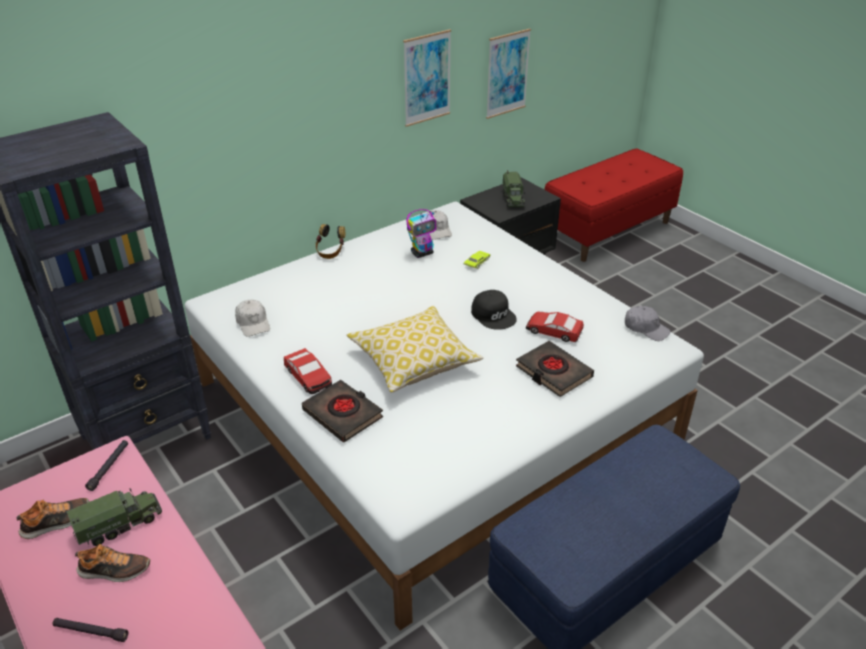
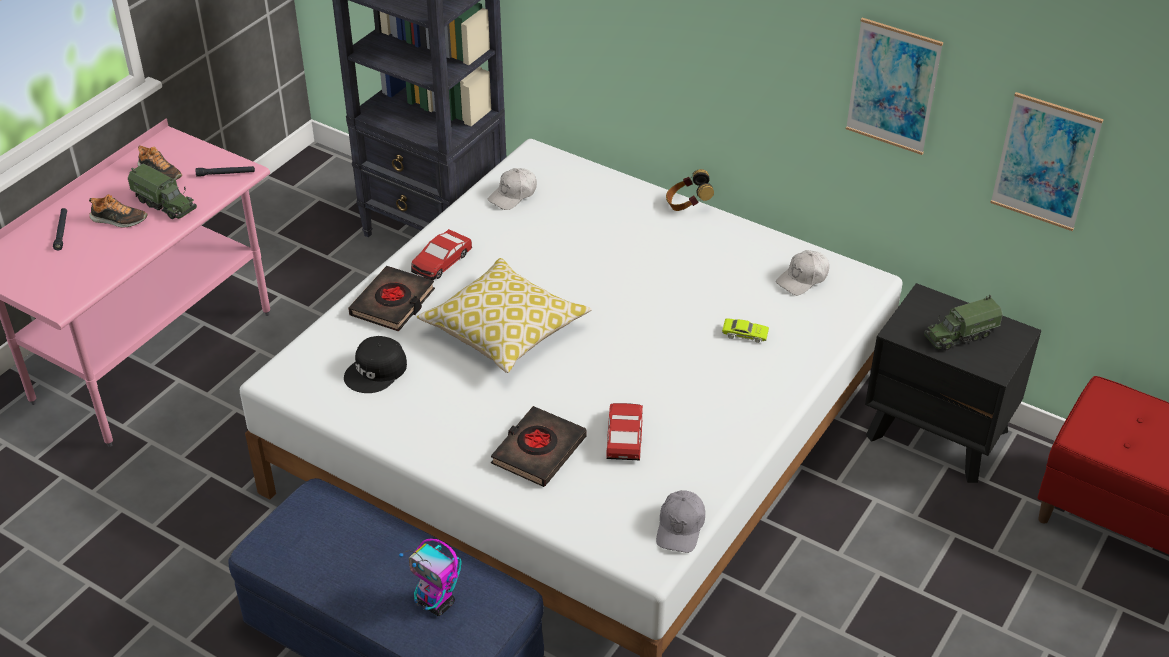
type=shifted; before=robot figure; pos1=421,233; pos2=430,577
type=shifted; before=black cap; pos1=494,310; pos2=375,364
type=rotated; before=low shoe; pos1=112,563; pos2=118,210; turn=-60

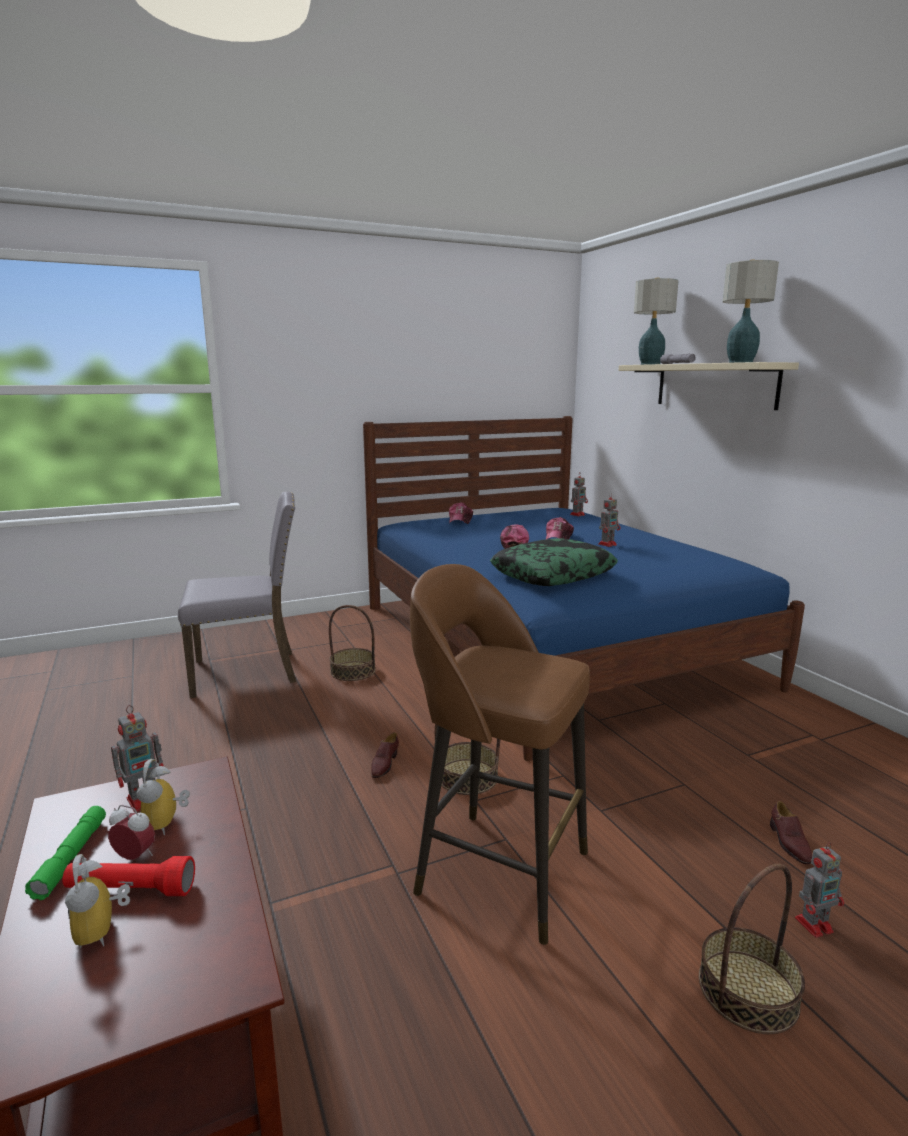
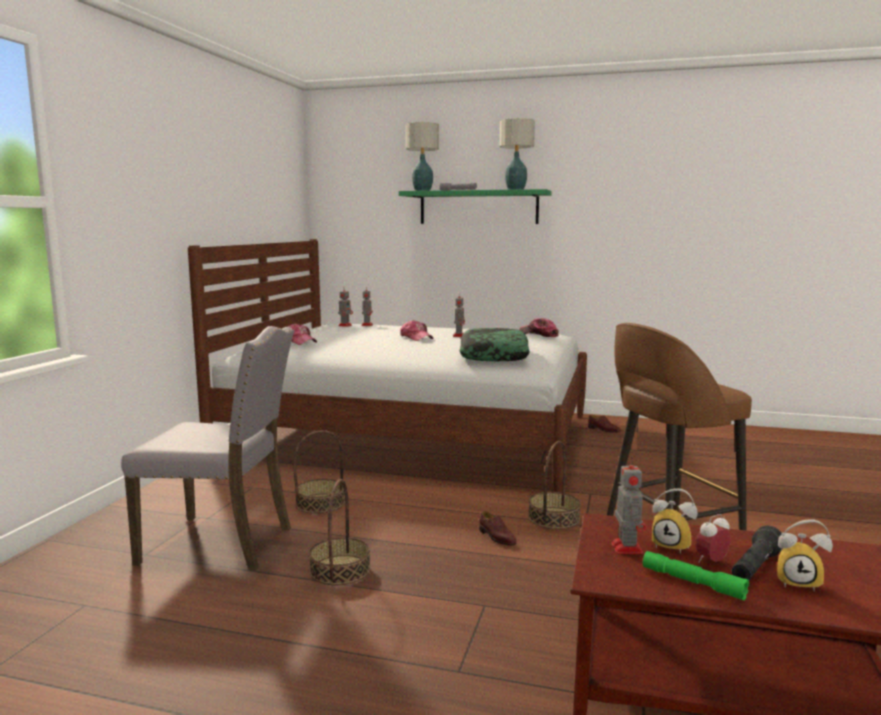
type=repainted; before=beige bracket shelf; after=green bracket shelf; pos1=709,386; pos2=475,206
type=repainted; before=bluish sleeping bed; after=white sleeping bed; pos1=584,588; pos2=387,366
type=rotated; before=gray plain chair; pos1=237,594; pos2=207,448; turn=75
type=shifted; before=cap; pos1=514,536; pos2=539,327
type=shifted; before=brown low shoe; pos1=791,833; pos2=604,424
type=shifted; before=robot figure; pos1=819,890; pos2=345,308
type=repainted; before=reddish torch; after=black torch; pos1=128,876; pos2=757,553
type=shifted; before=household basket; pos1=752,949; pos2=339,532

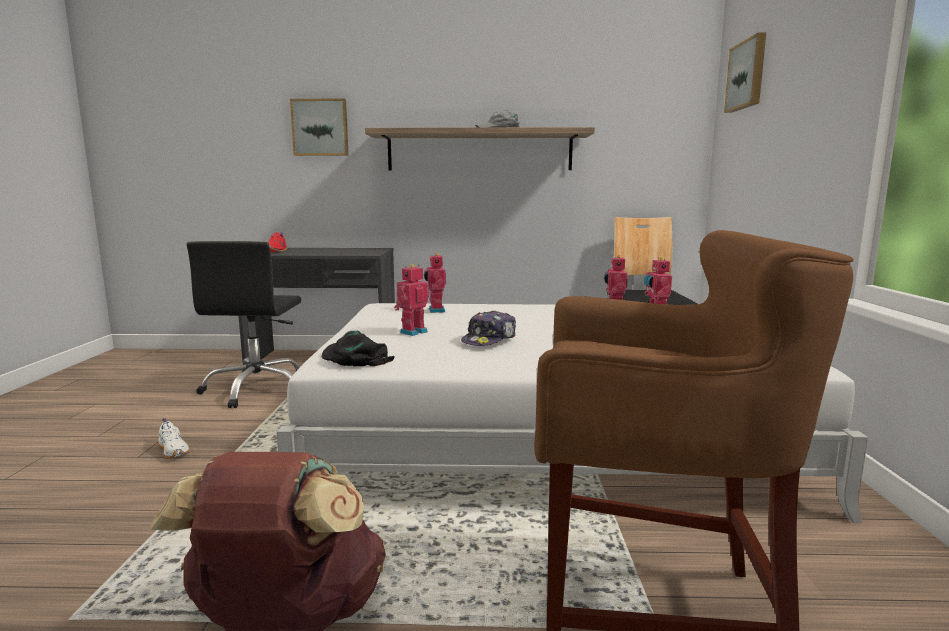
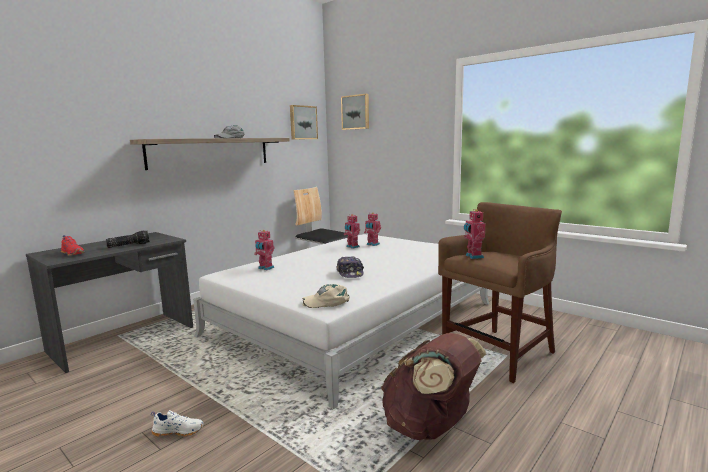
type=shifted; before=picture; pos1=319,127; pos2=304,122
type=gone; before=black computer chair; pos1=244,324
type=shifted; before=robot figure; pos1=412,300; pos2=474,234
type=repainted; before=black cap; after=beige cap; pos1=358,348; pos2=325,296
type=new; after=torch; pos2=128,239

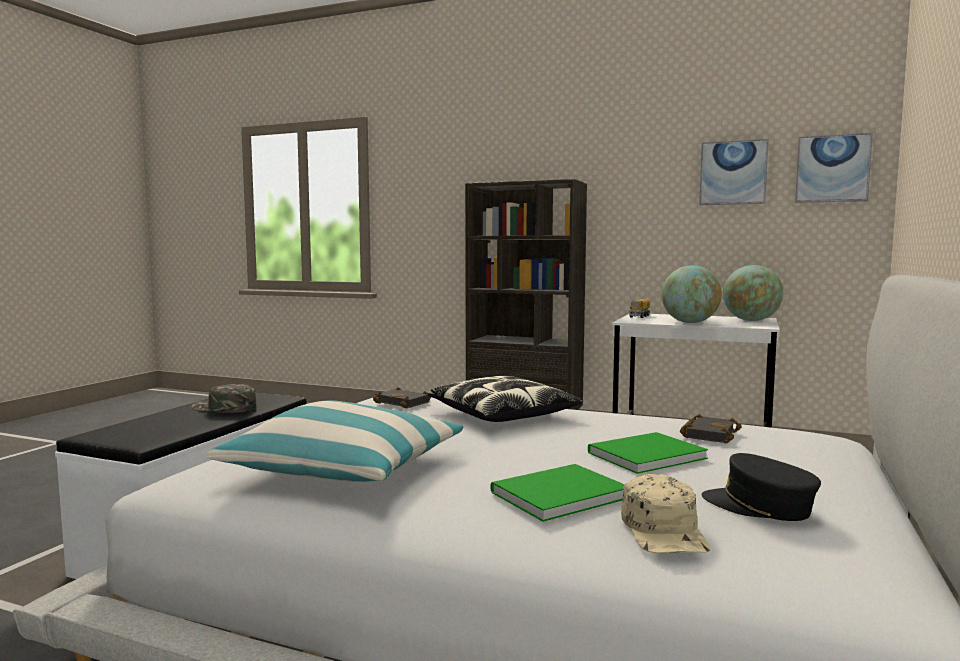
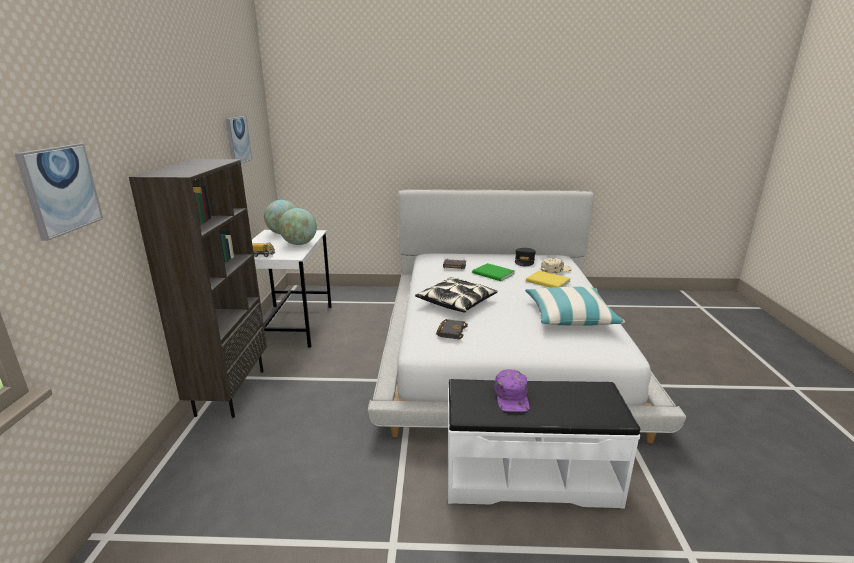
type=shifted; before=picture; pos1=834,168; pos2=59,192
type=repainted; before=green cap; after=purple-coloured cap; pos1=224,398; pos2=511,390
type=repainted; before=green bound book; after=yellow bound book; pos1=558,493; pos2=548,279

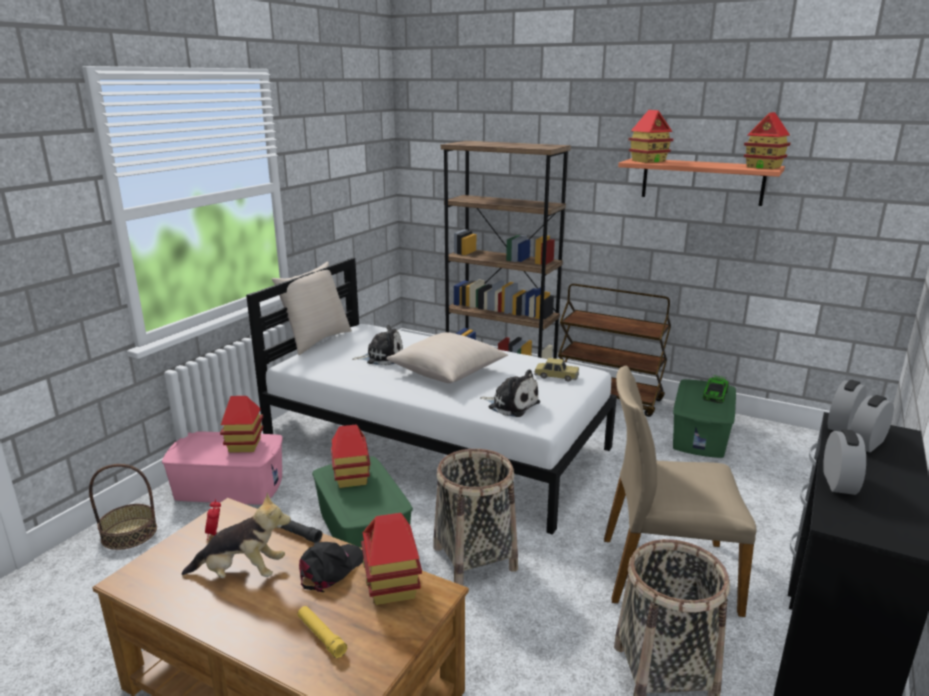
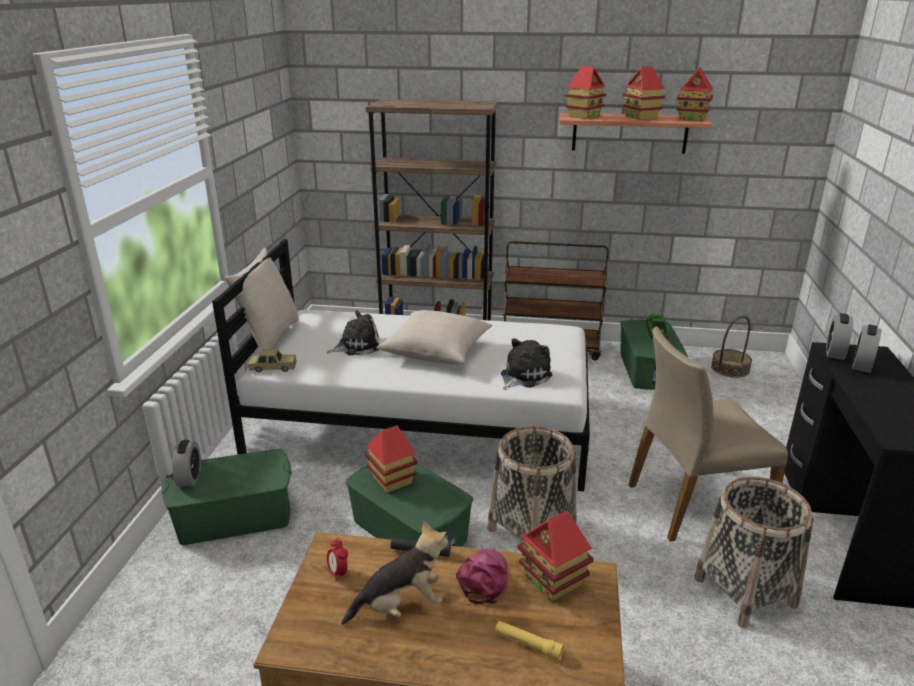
type=shifted; before=model car; pos1=556,370; pos2=272,360
type=rotated; before=soft toy; pos1=510,393; pos2=526,364; turn=-60
type=shifted; before=model house; pos1=241,424; pos2=643,93
type=shifted; before=bedside clock; pos1=844,462; pos2=186,463
type=repainted; before=pink-coloured storage container; after=green storage container; pos1=222,468; pos2=226,497
type=shifted; before=household basket; pos1=123,507; pos2=731,347
type=repainted; before=black cap; after=pink-coloured cap; pos1=331,567; pos2=482,577

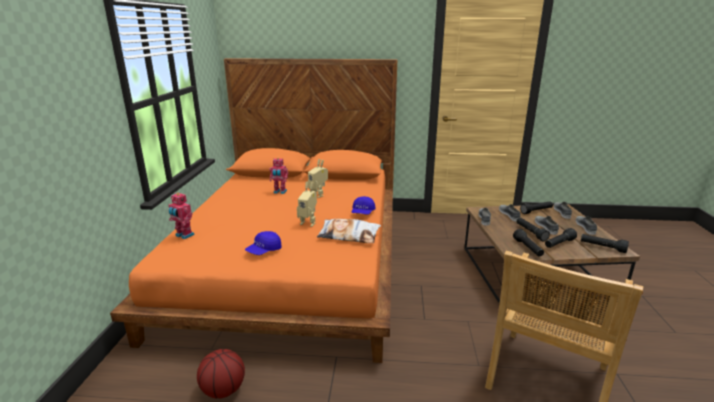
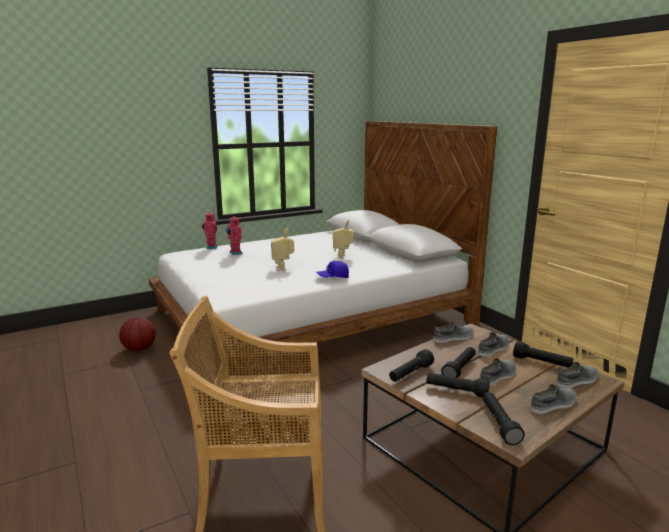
type=repainted; before=orangey sleeping bed; after=white sleeping bed; pos1=253,210; pos2=323,241
type=shifted; before=robot figure; pos1=279,176; pos2=234,235
type=gone; before=pillow; pos1=349,231
type=gone; before=bluish cap; pos1=263,243

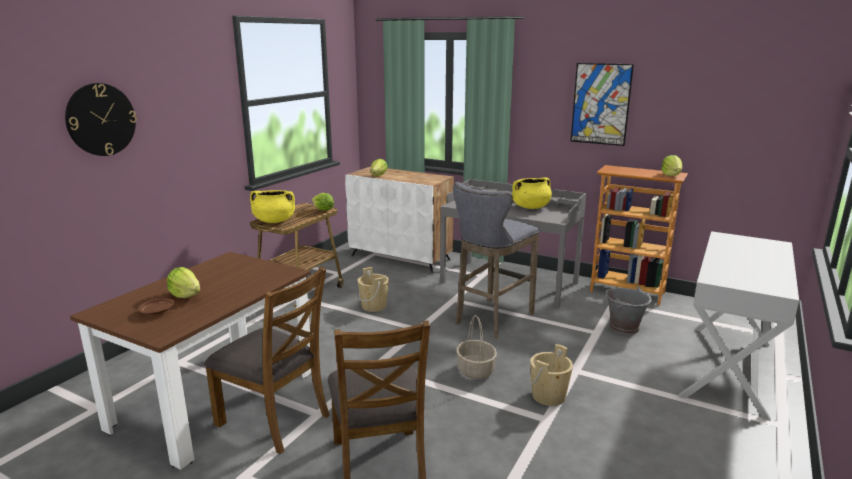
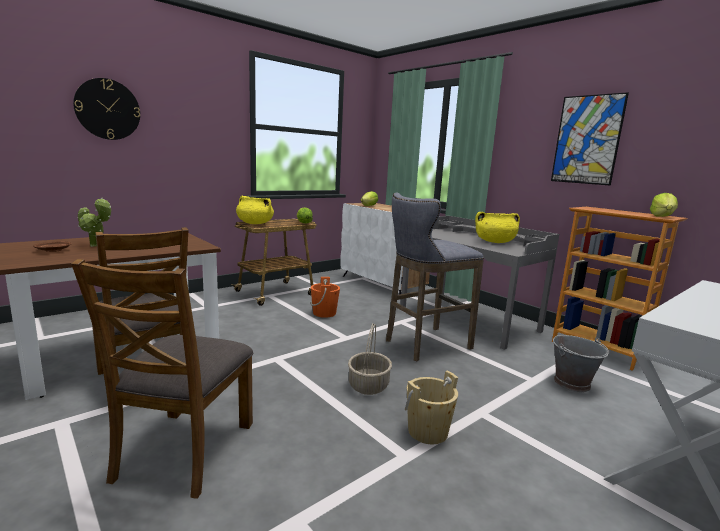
type=swapped; before=lettuce head; after=potted plant; pos1=184,282; pos2=94,222
type=repainted; before=beige bucket; after=orangey bucket; pos1=373,289; pos2=325,297

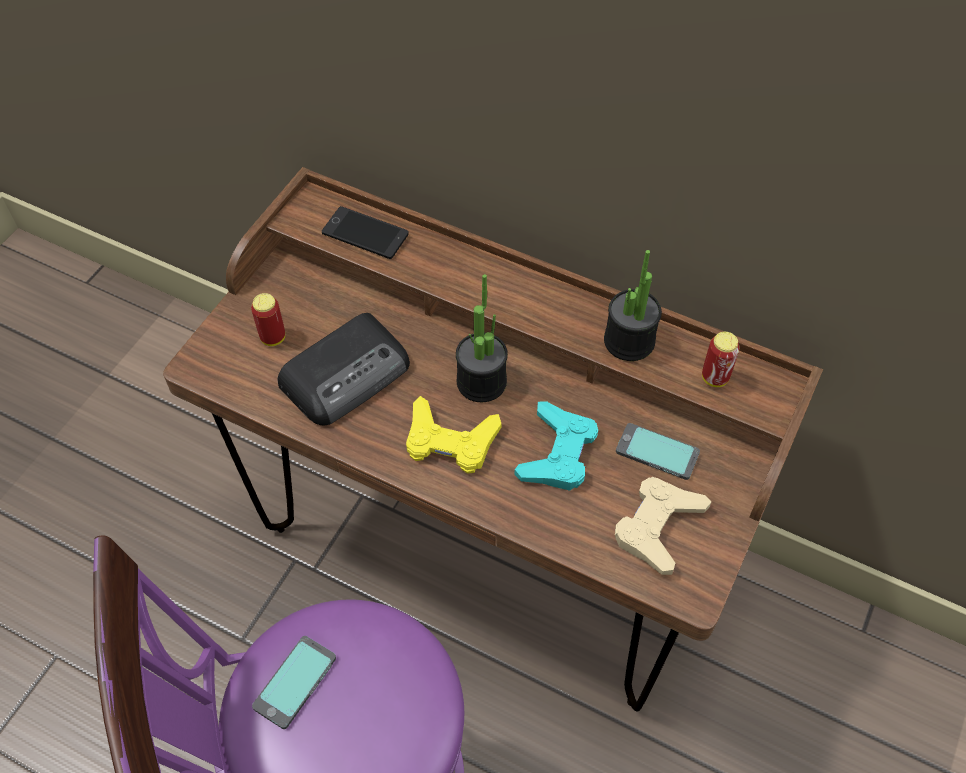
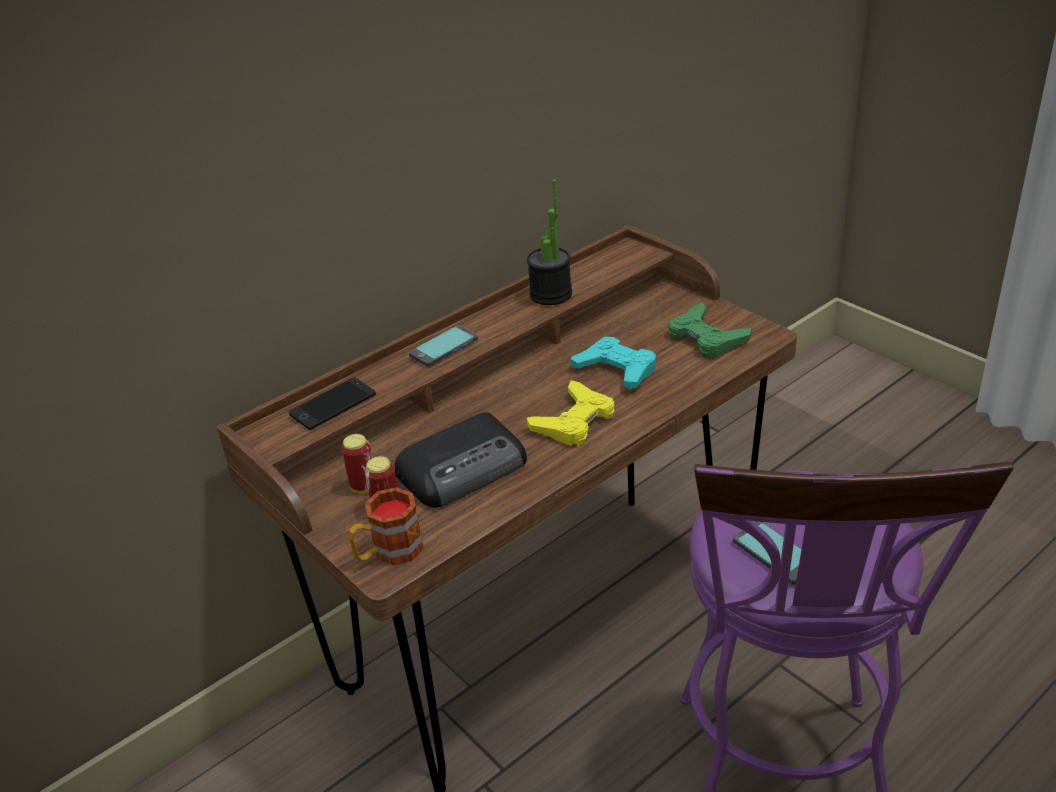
type=gone; before=potted plant; pos1=482,338
type=rotated; before=radio receiver; pos1=343,369; pos2=460,460; turn=75
type=shifted; before=metal can; pos1=721,359; pos2=357,463
type=shifted; before=phone; pos1=658,451; pos2=443,346
type=repainted; before=beige joypad; after=green joypad; pos1=663,526; pos2=710,330
type=new; after=tea mug; pos2=386,526

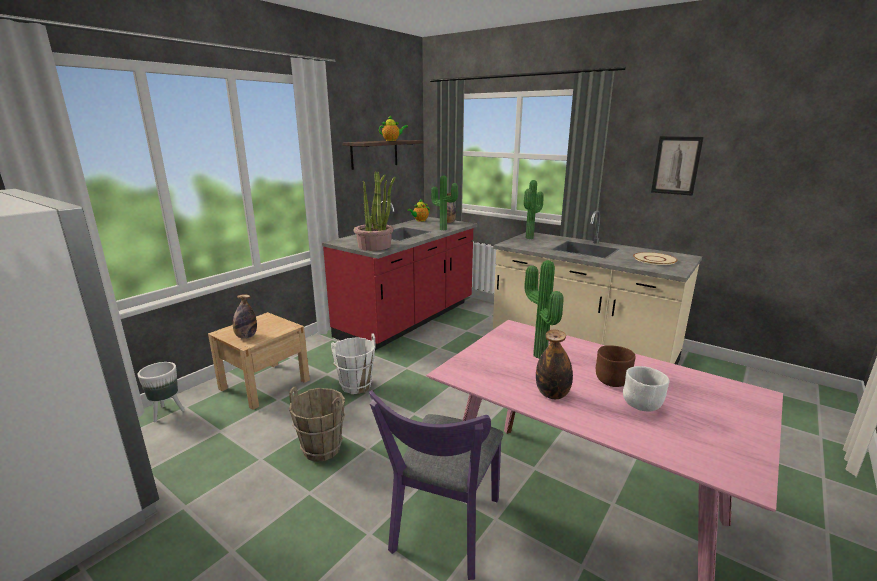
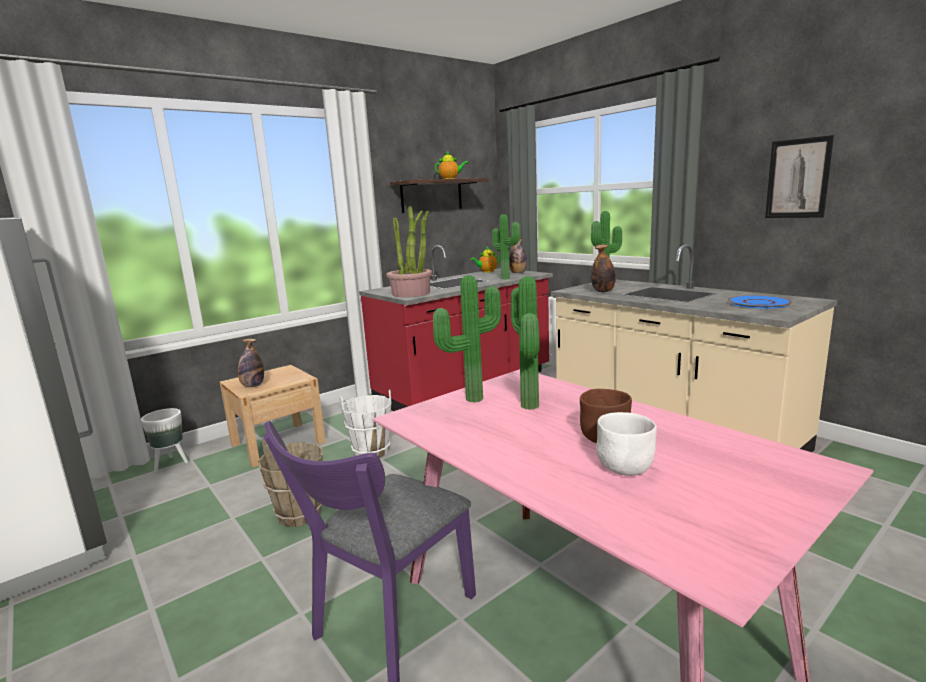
type=repainted; before=beige dinner plate; after=bluish dinner plate; pos1=655,258; pos2=760,302
type=shifted; before=drink bottle; pos1=554,364; pos2=603,268
type=new; after=potted plant; pos2=467,338

